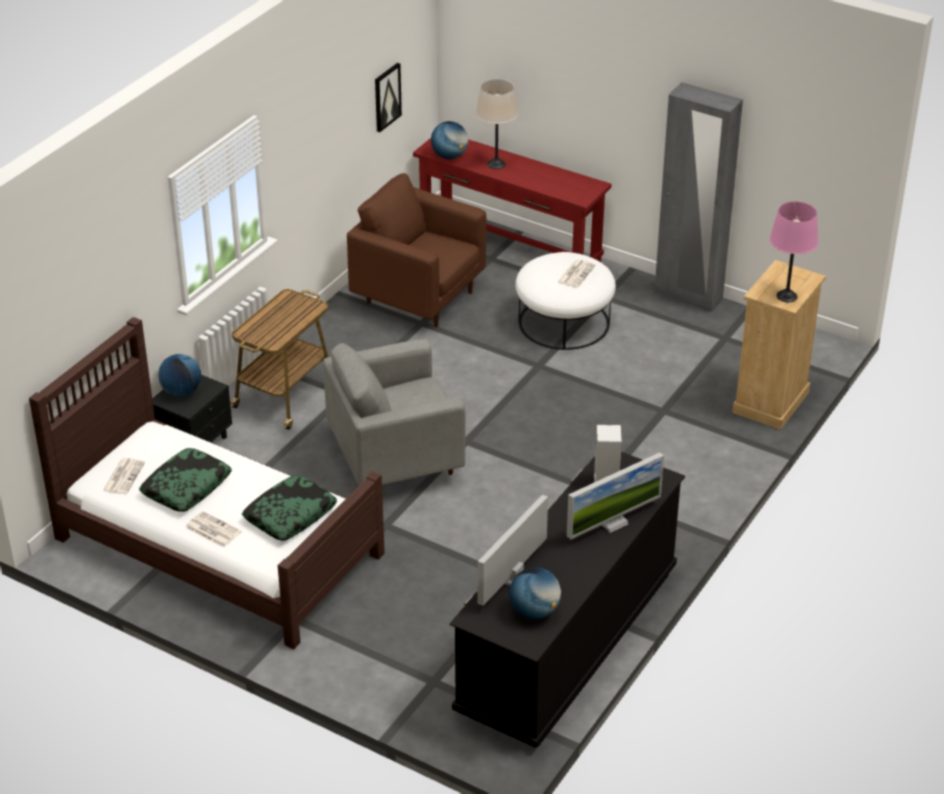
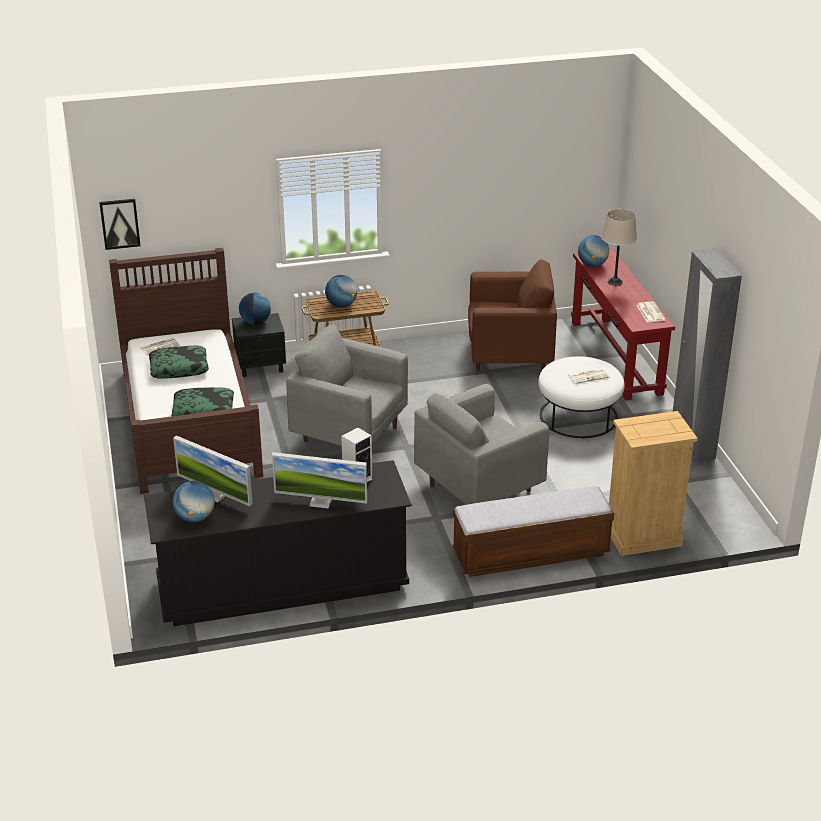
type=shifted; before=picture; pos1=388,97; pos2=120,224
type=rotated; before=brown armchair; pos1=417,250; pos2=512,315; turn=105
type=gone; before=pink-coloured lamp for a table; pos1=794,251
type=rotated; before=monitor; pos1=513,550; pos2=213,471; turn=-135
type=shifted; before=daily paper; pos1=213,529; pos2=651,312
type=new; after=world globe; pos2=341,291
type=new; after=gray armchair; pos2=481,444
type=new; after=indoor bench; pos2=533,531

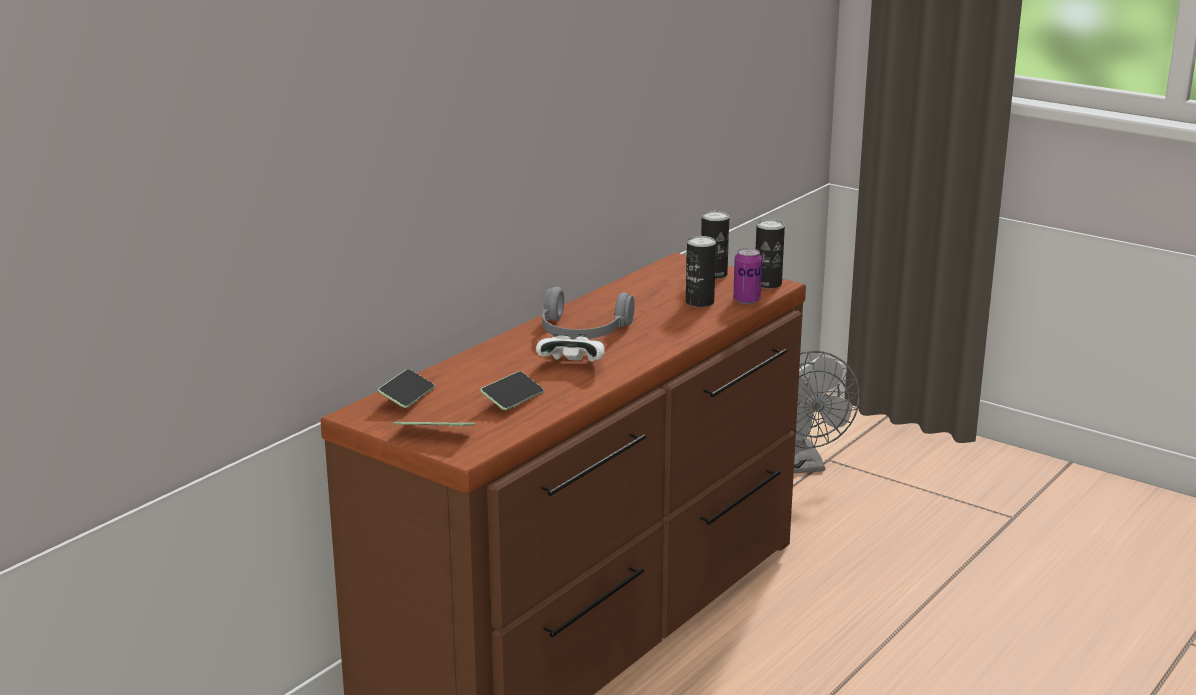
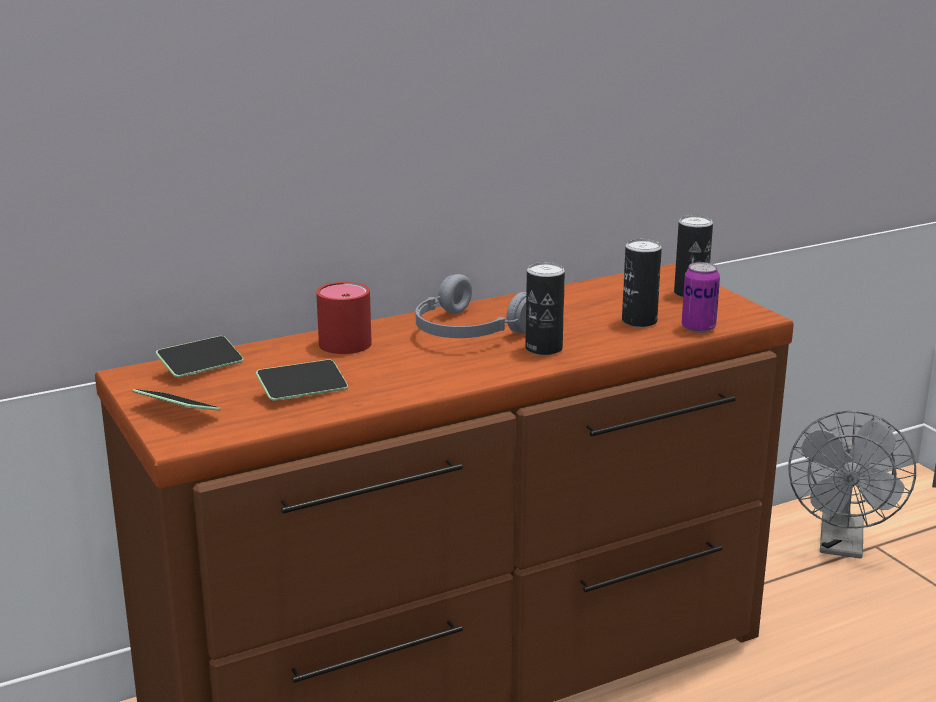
type=shifted; before=metal can; pos1=770,254; pos2=545,308
type=gone; before=white joypad; pos1=570,348
type=new; after=reddish tea mug; pos2=344,318

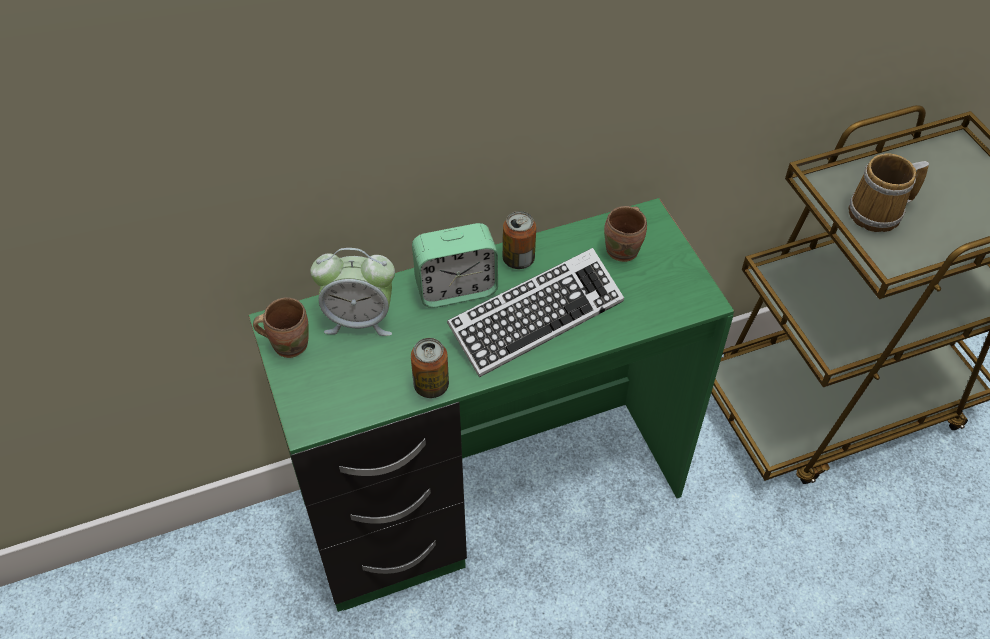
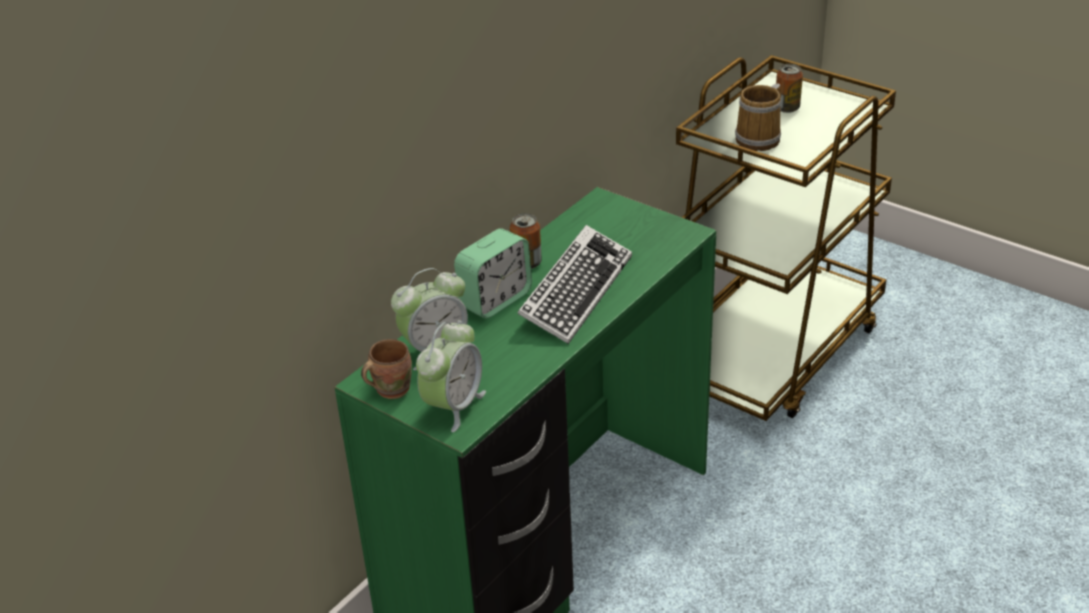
type=gone; before=brown tea mug; pos1=625,234
type=shifted; before=metal can; pos1=430,368; pos2=789,88
type=new; after=bedside clock; pos2=451,376

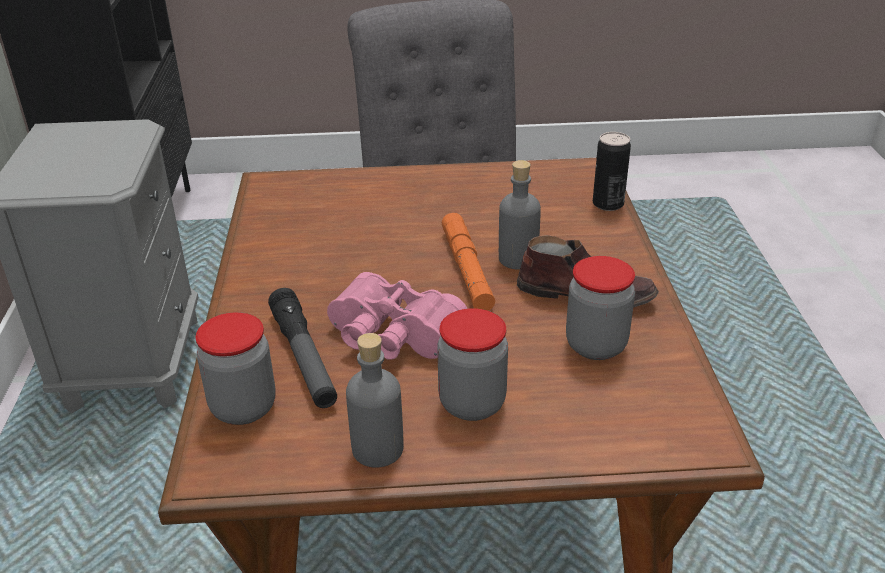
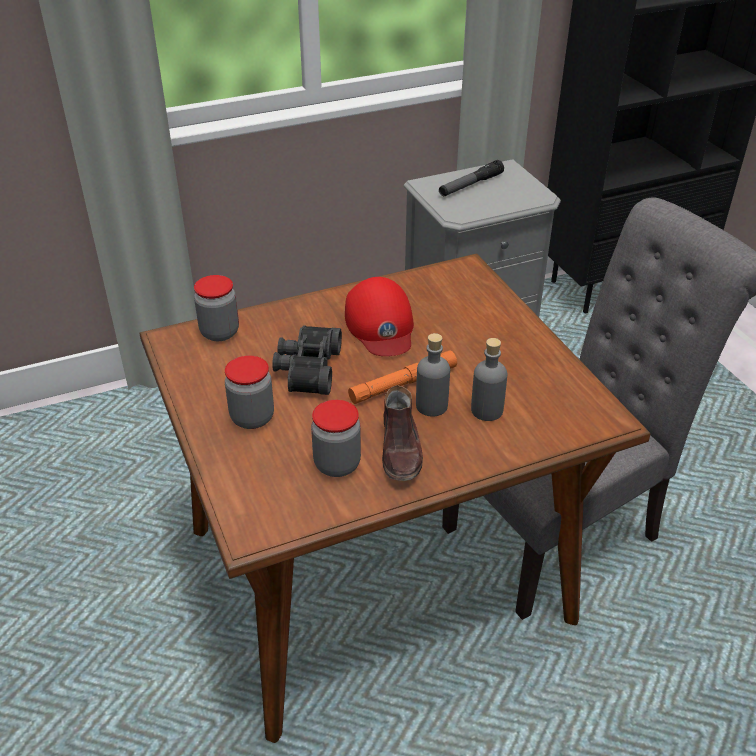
type=gone; before=metal can; pos1=612,171
type=repainted; before=pink-coloured binoculars; after=black binoculars; pos1=397,316; pos2=307,360
type=shifted; before=torch; pos1=302,348; pos2=471,178
type=shifted; before=gray drink bottle; pos1=375,400; pos2=489,379
type=new; after=reddish cap; pos2=379,316

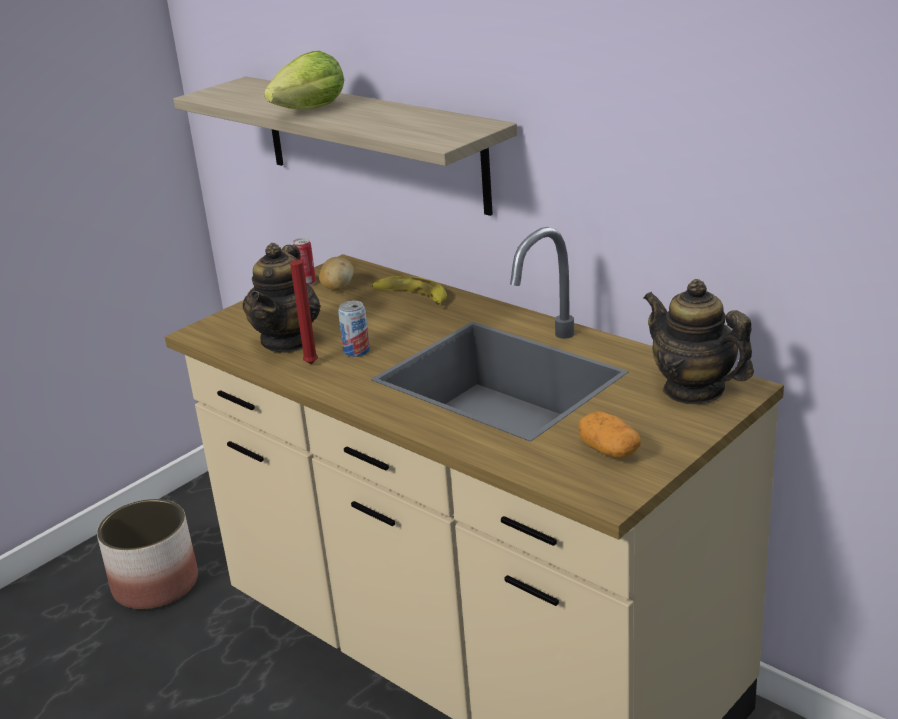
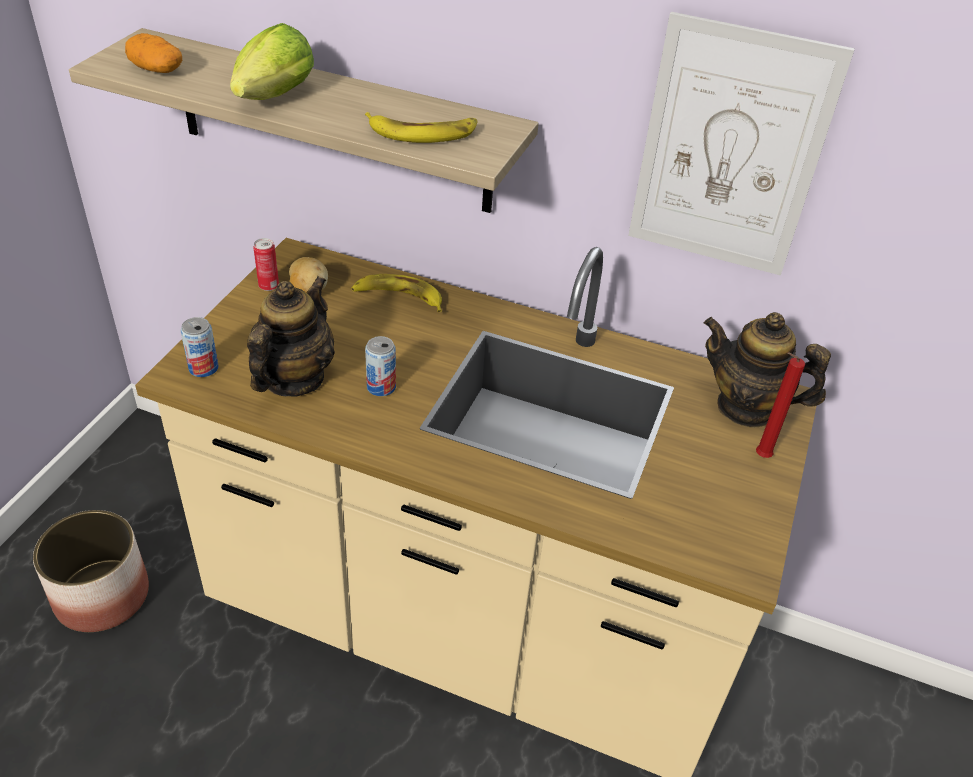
type=rotated; before=teapot; pos1=281,298; pos2=291,336; turn=-150
type=shifted; before=reddish wax candle; pos1=299,307; pos2=780,405
type=shifted; before=spud; pos1=609,434; pos2=153,53
type=new; after=picture; pos2=741,144
type=new; after=whole banana; pos2=421,127
type=new; after=metal can; pos2=200,347

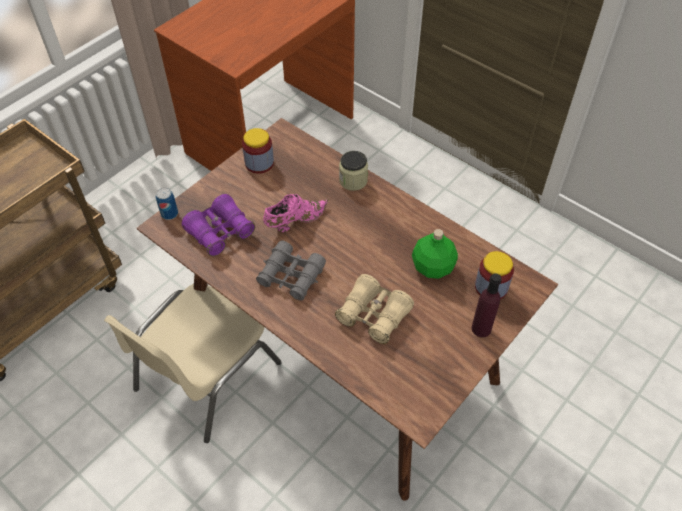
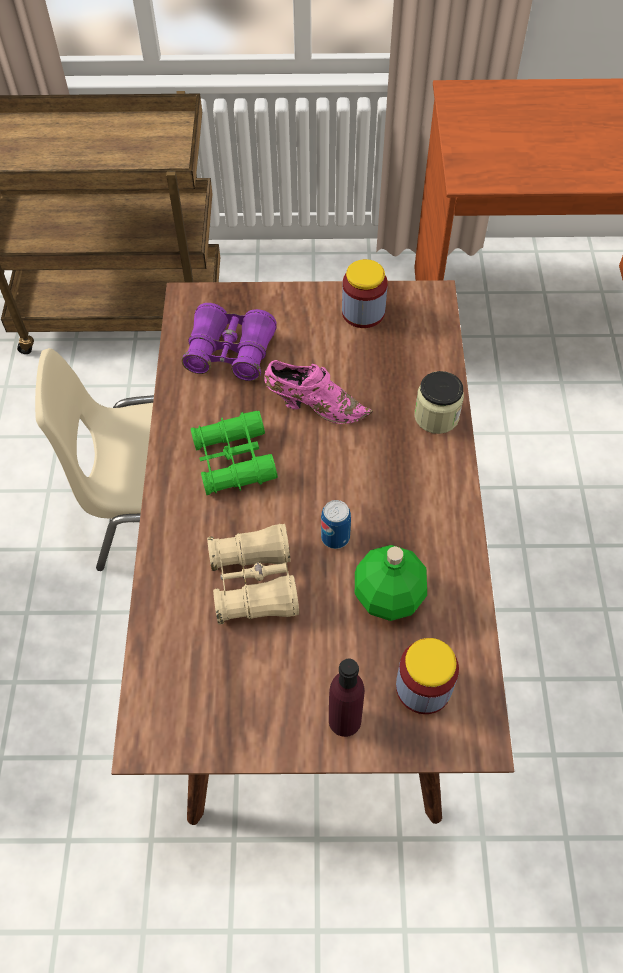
type=shifted; before=metal can; pos1=167,204; pos2=336,524
type=repainted; before=gray binoculars; after=green binoculars; pos1=291,271; pos2=234,453

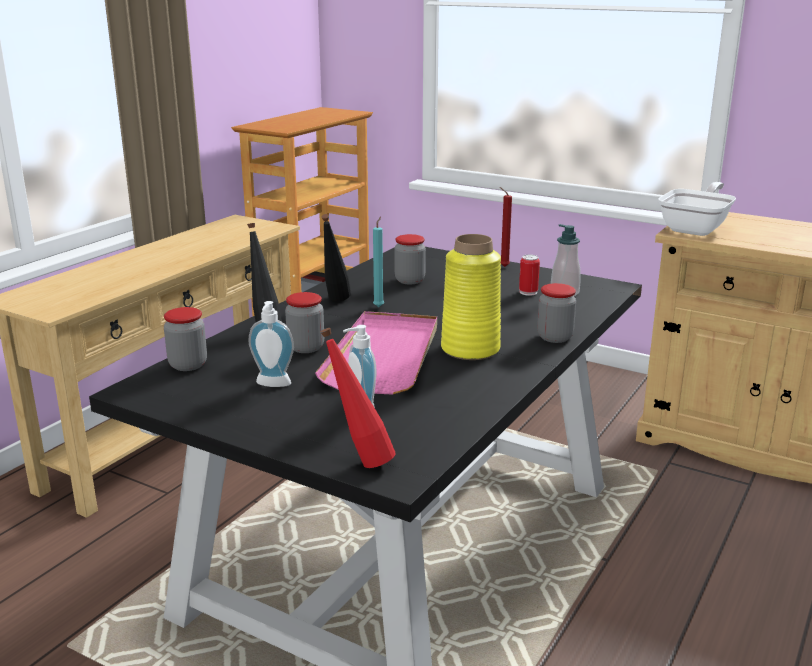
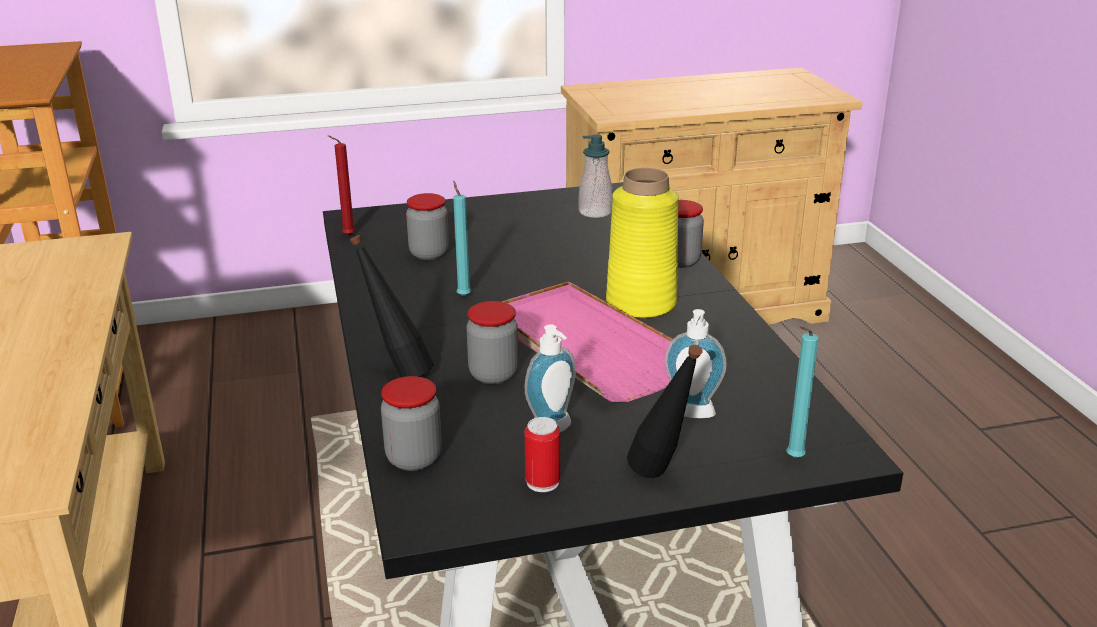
type=gone; before=pan; pos1=697,209
type=shifted; before=reddish wax candle; pos1=506,227; pos2=341,185
type=shifted; before=black drink bottle; pos1=336,257; pos2=665,411
type=shifted; before=metal can; pos1=529,275; pos2=542,454
type=swapped; before=reddish drink bottle; after=turquoise wax candle; pos1=358,398; pos2=802,392

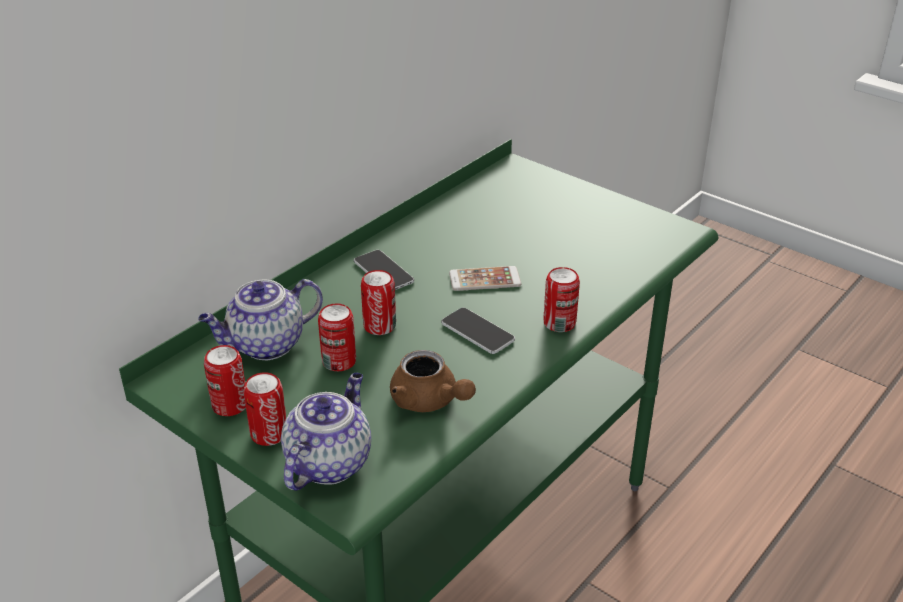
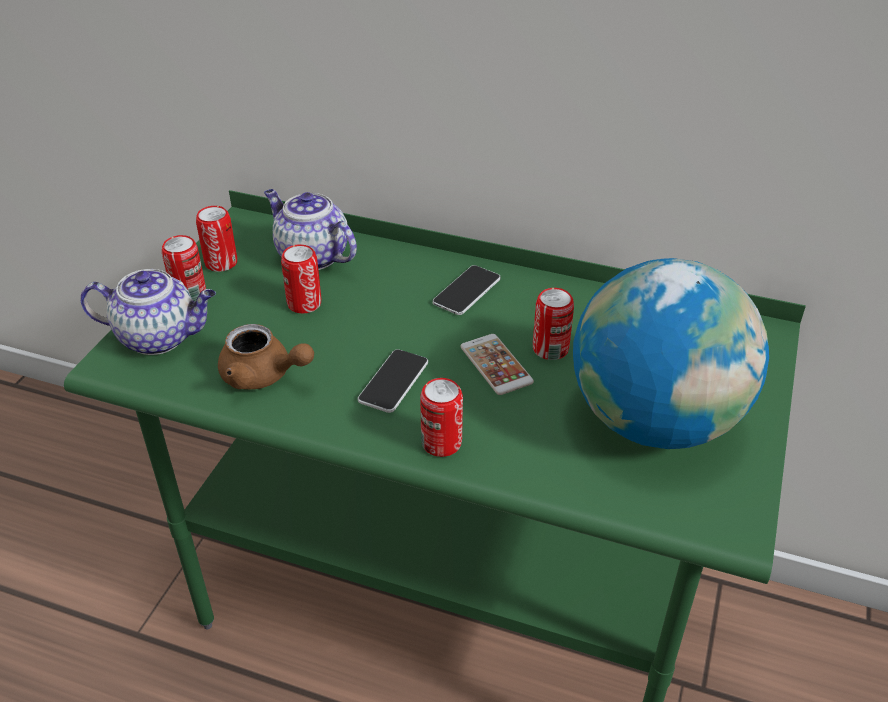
type=shifted; before=metal can; pos1=378,302; pos2=553,324
type=rotated; before=brown teapot; pos1=433,381; pos2=266,356; turn=-90
type=new; after=world globe; pos2=671,353

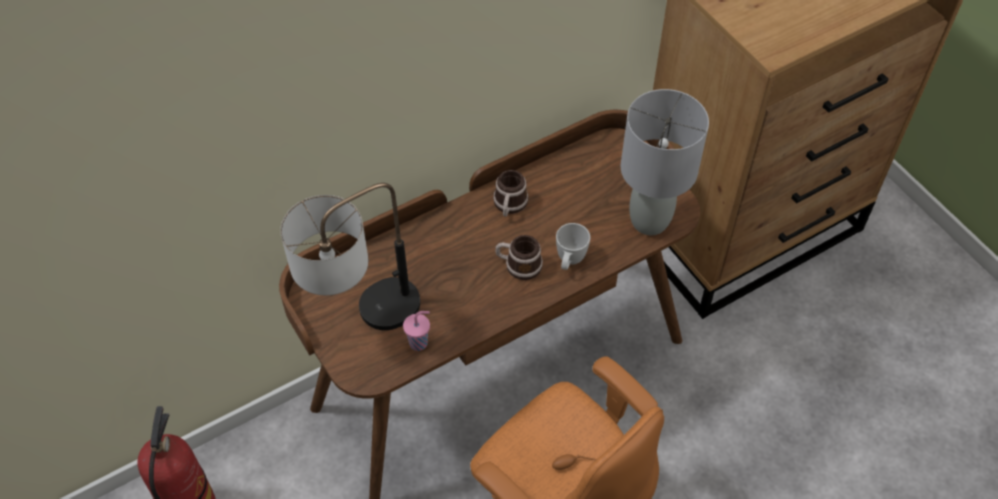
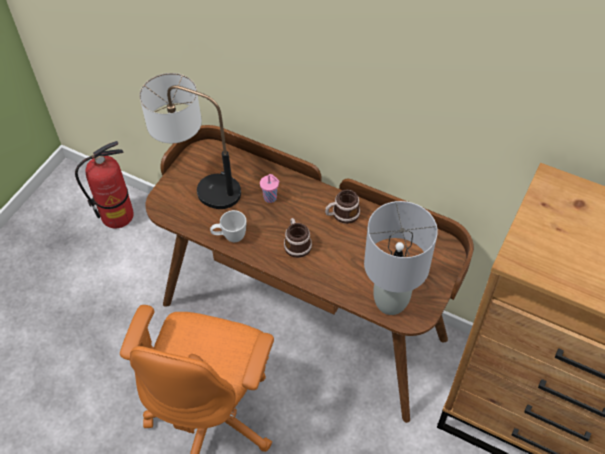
type=shifted; before=white tea mug; pos1=573,246; pos2=228,226
type=shifted; before=pink-coloured small cup; pos1=416,331; pos2=270,188

